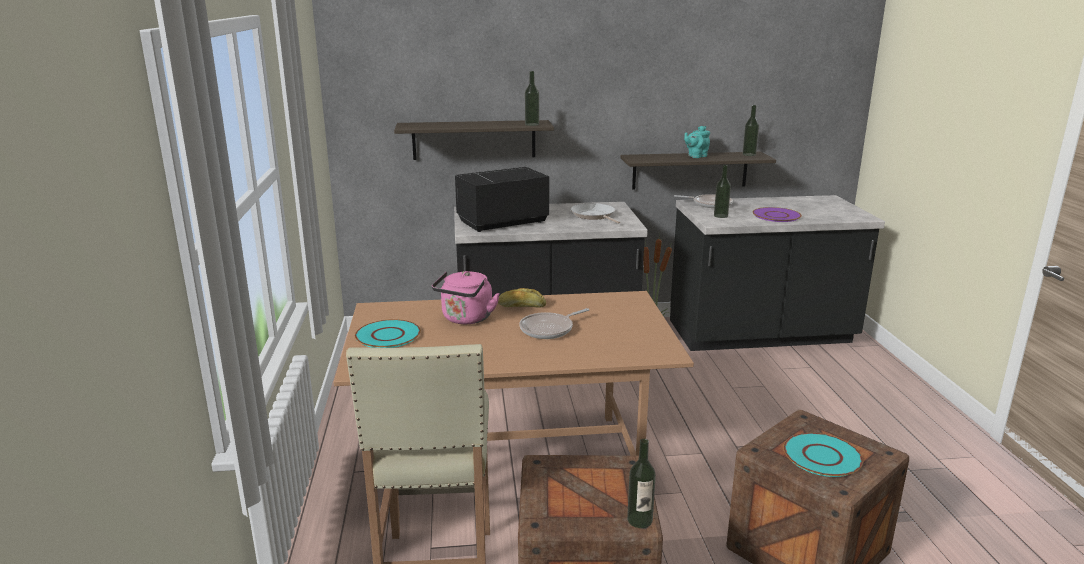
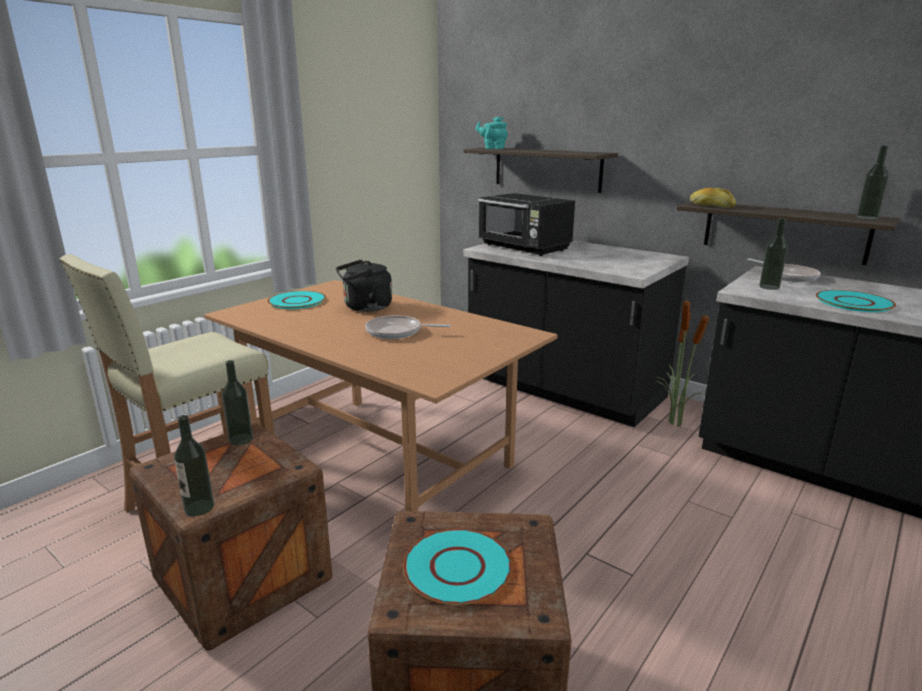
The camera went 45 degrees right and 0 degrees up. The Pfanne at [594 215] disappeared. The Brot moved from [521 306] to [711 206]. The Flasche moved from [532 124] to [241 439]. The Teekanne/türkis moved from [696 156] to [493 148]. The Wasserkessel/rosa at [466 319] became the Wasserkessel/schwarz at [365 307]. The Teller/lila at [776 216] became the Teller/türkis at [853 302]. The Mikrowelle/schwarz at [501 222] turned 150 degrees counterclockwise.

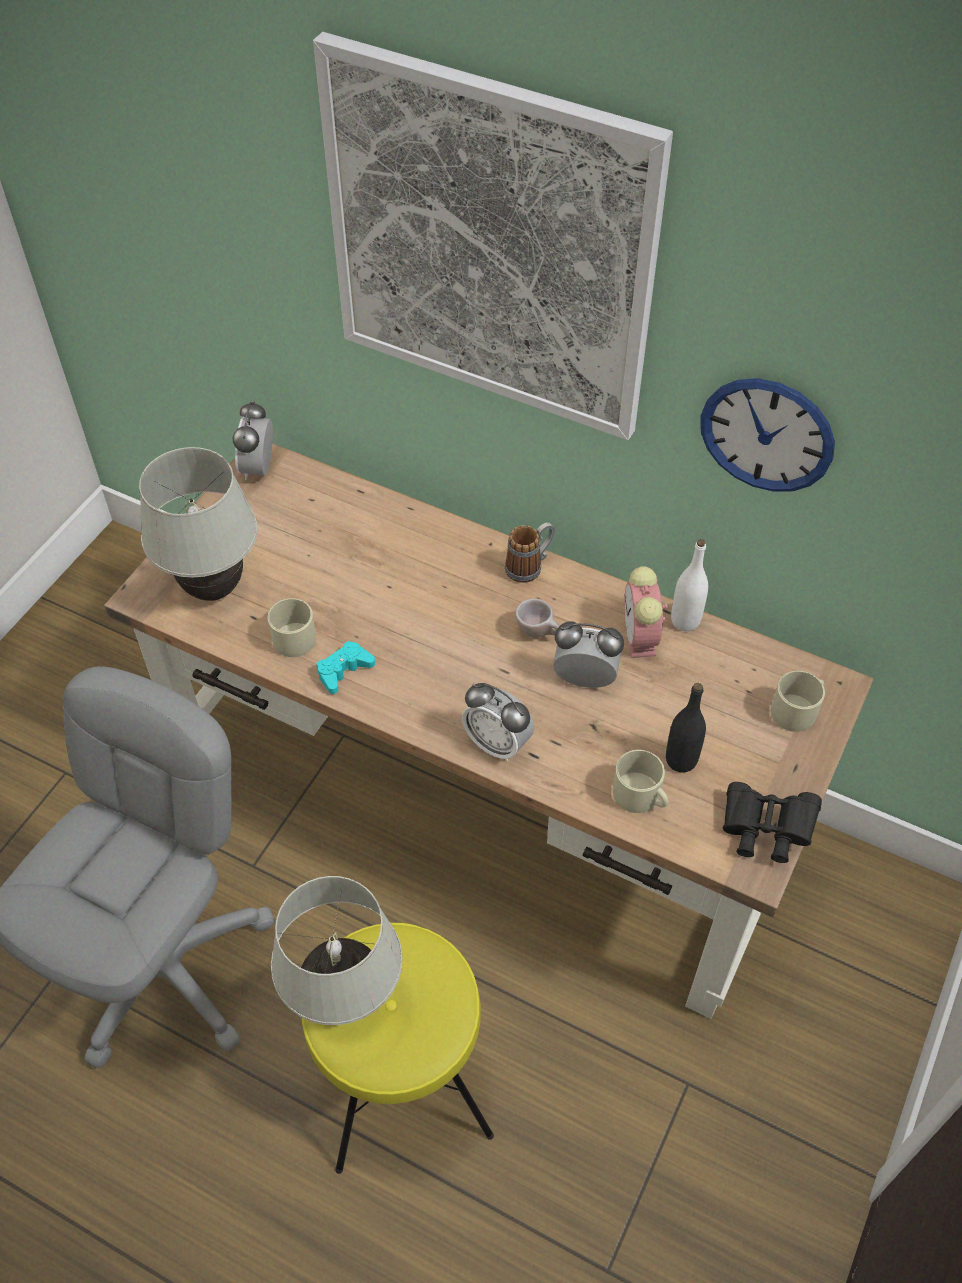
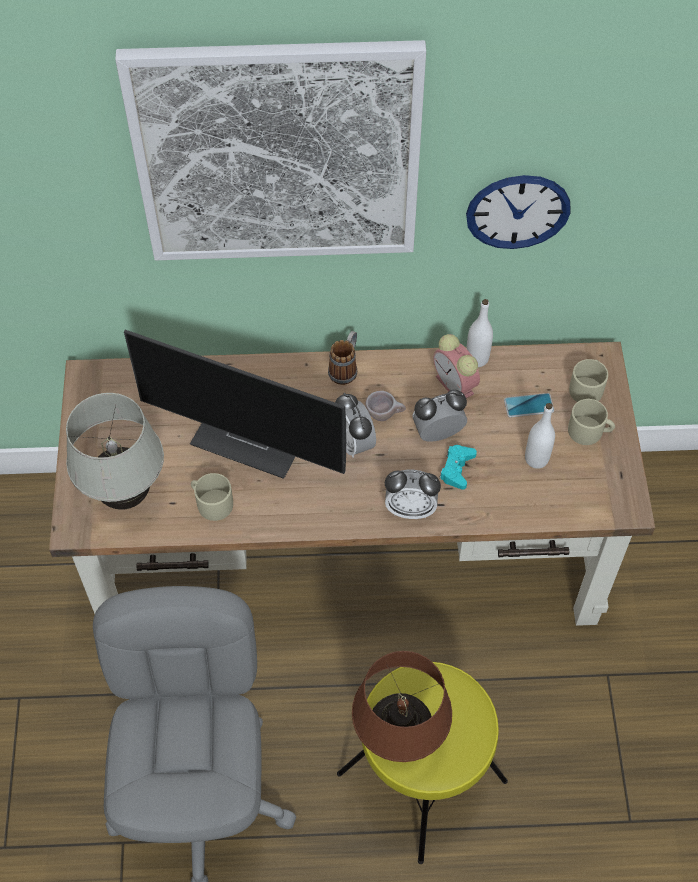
The camera went 30 degrees left and 5 degrees up. The Fernglas/schwarz at [765 830] disappeared. The Monitor at [253 437] appeared. The Handy at [528 405] appeared. The Wecker moved from [258 468] to [354 443]. The Gamepad/türkis moved from [344 670] to [457 469]. The Henkelbecher/beige moved from [641 796] to [589 431]. The Tischlampe/weiß at [344 999] became the Tischlampe/braun at [398 739]. The Flasche/schwarz at [681 760] became the Flasche/weiß at [536 459].

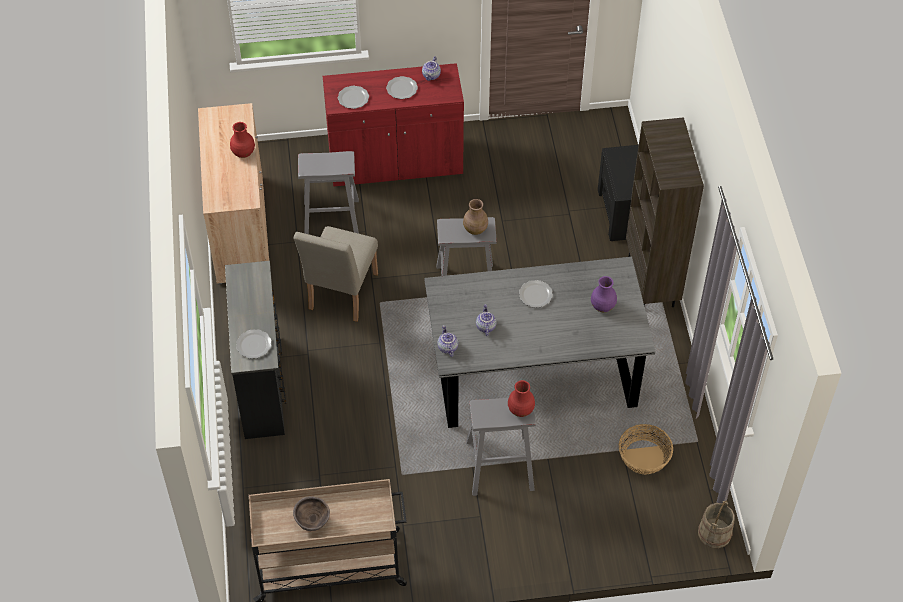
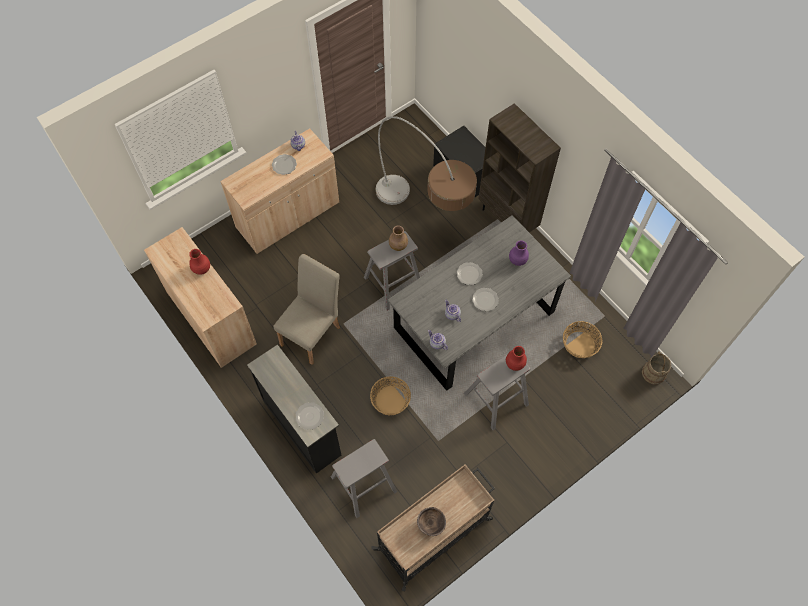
The camera went 30 degrees left and 10 degrees up. The Korb at [390 400] appeared. The Stehlampe at [424 220] appeared. The Hocker/grau moved from [331 222] to [363 484]. The Teller moved from [353 98] to [485 300]. The Schrank/rot at [395 163] became the Schrank/beige at [288 215]. The Stuhl/beige at [340 296] turned 135 degrees counterclockwise.

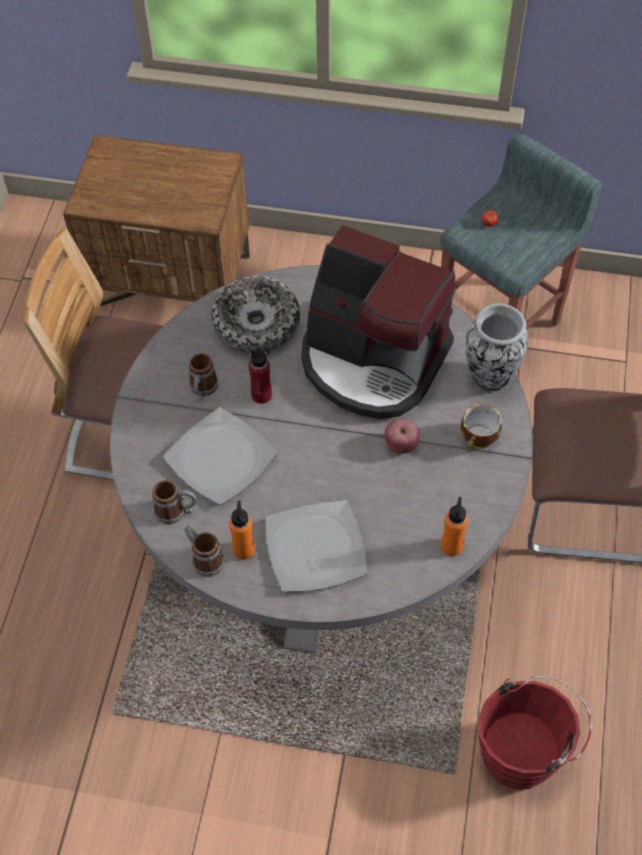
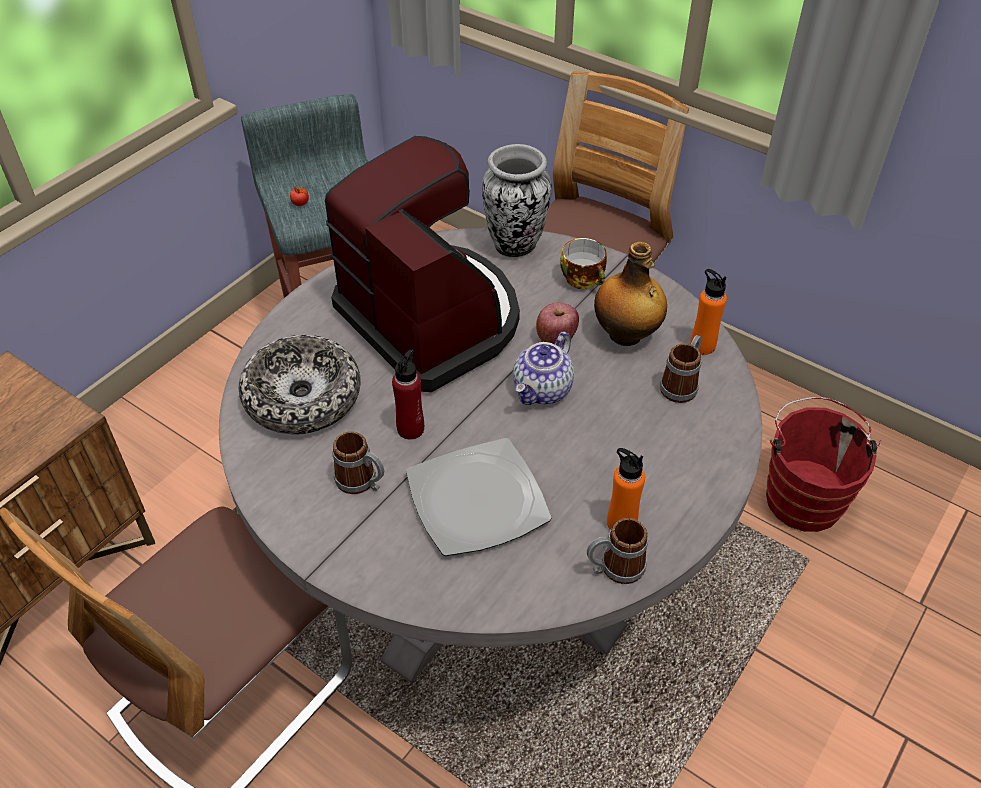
The camera went 65 degrees left and 10 degrees down. The Teller at [314 549] disappeared. The Teekanne at [543 390] appeared. The Flasche at [626 335] appeared. The Henkelbecher moved from [176 511] to [681 384]. The Kaffeemaschine at [373 360] turned 90 degrees counterclockwise.

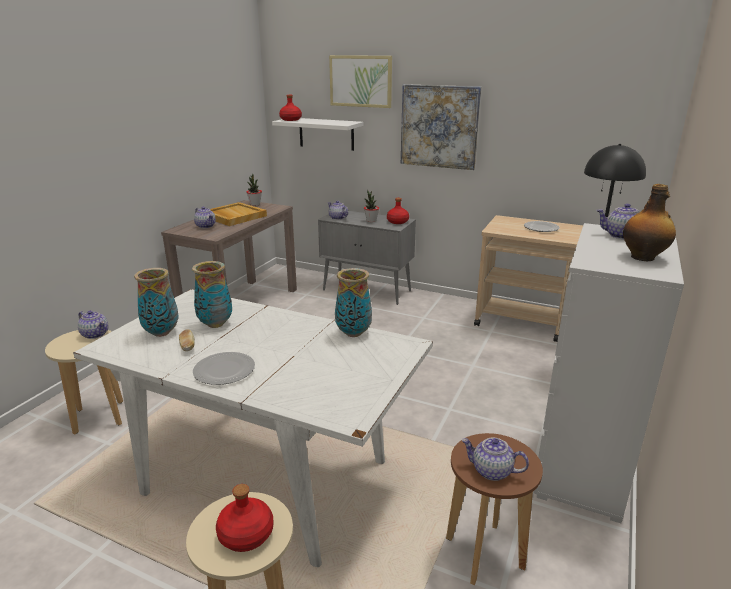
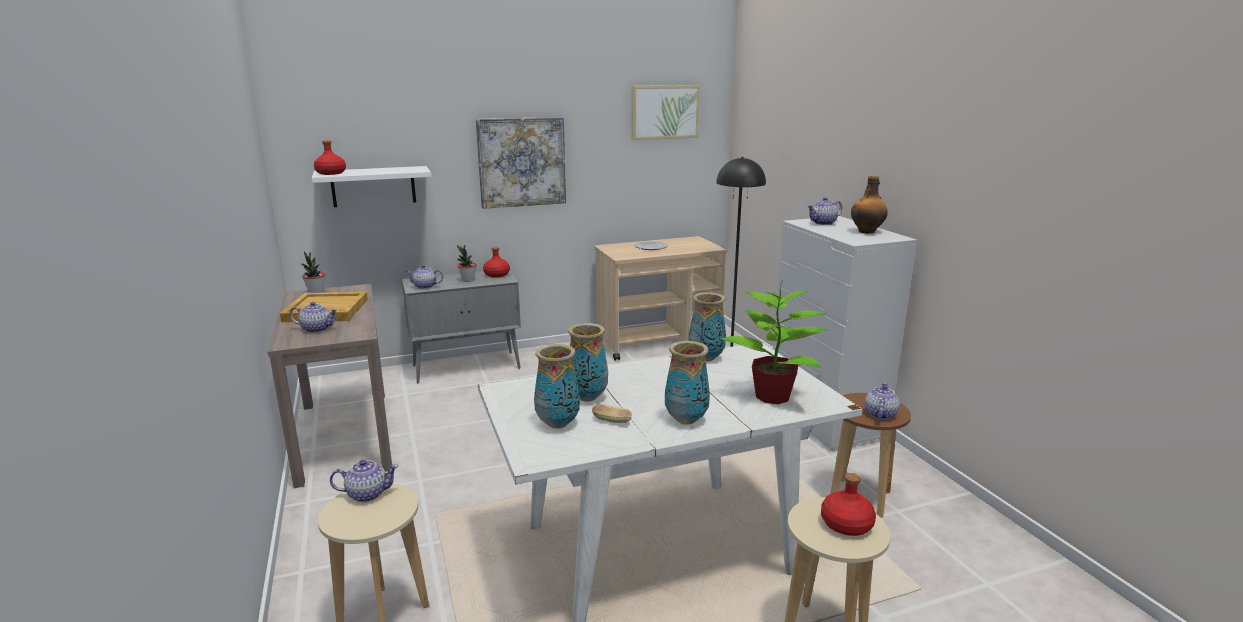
The camera went 45 degrees left and 5 degrees down. The Topfpflanze at [773 396] appeared. The Bild moved from [361 81] to [664 112]. The Teller at [225 370] was replaced by the Vase at [686 419]. The Teekanne at [491 471] turned 135 degrees clockwise.

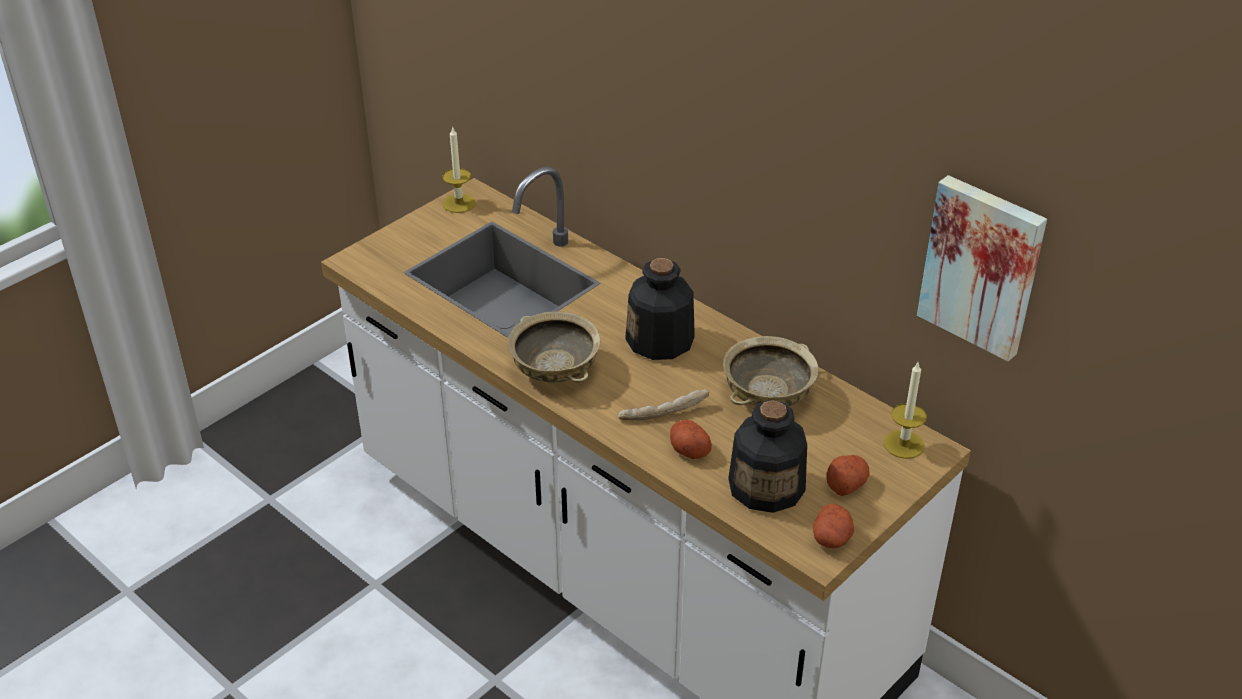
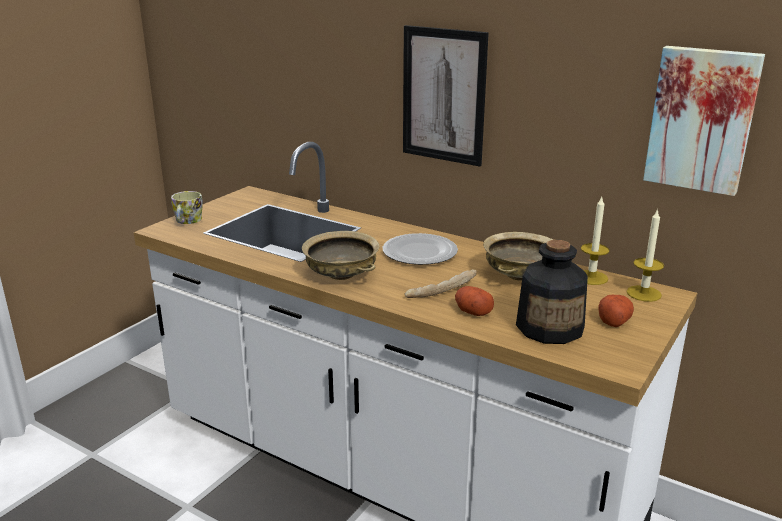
The camera went 10 degrees left and 15 degrees down. The Kartoffel at [832 538] disappeared. The Henkelbecher at [187 221] appeared. The Bild at [443 95] appeared. The Kerze moved from [459 203] to [591 277]. The Flasche at [660 340] was replaced by the Teller at [420 253].

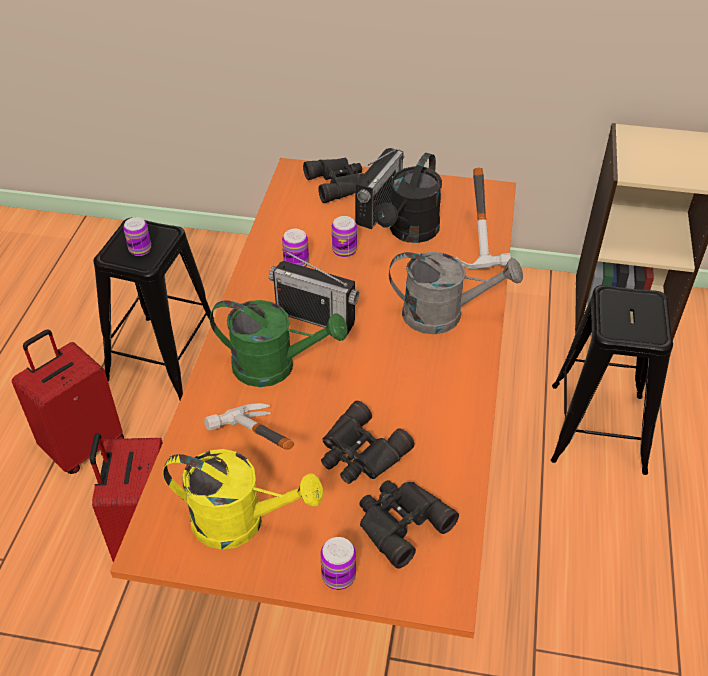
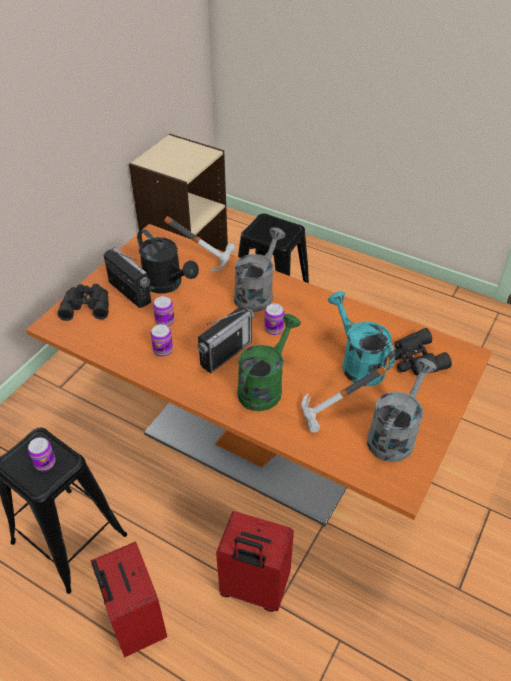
The camera went 70 degrees left and 0 degrees up. The Dose moved from [338 576] to [274 329]. The Fernglas/schwarz at [360 453] was replaced by the Gießkanne/türkis at [358 363]. The Gießkanne/gelb at [241 522] became the Gießkanne/grau at [394 434].

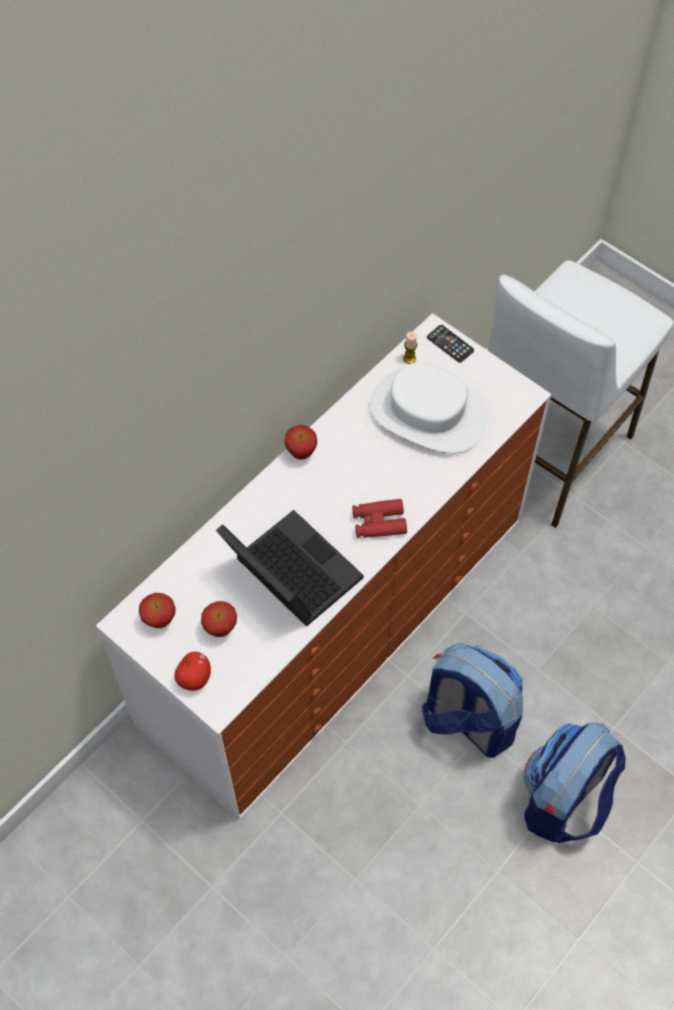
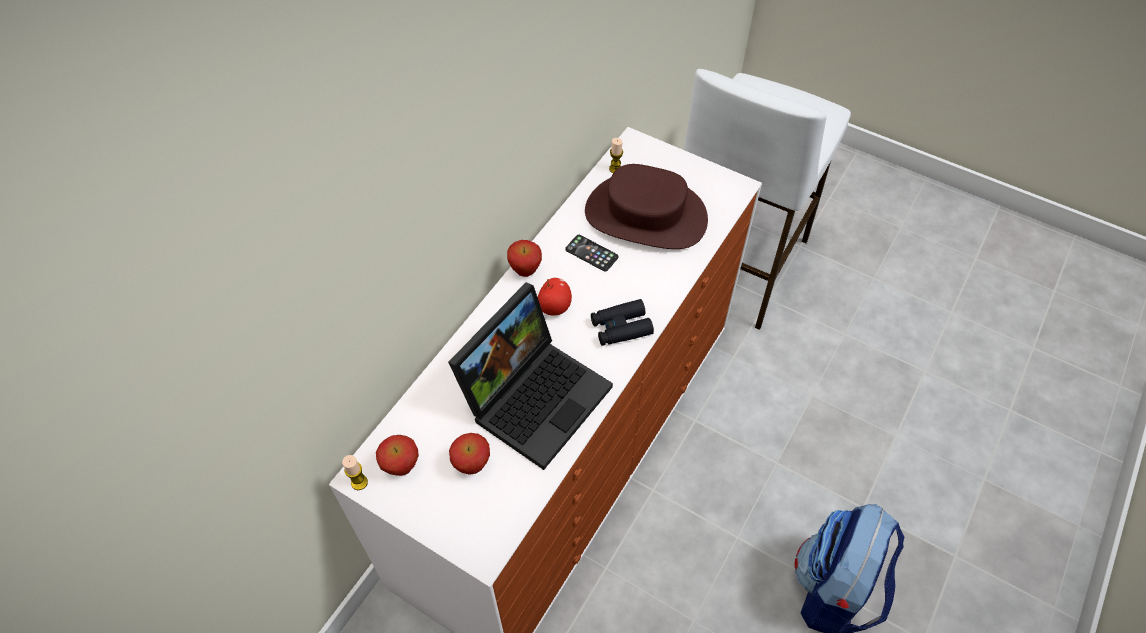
The camera went 10 degrees left and 5 degrees down. The Rucksack at [467 720] disappeared. The Kerze at [359 482] appeared. The Apfel moved from [194 678] to [554 307]. The Handy moved from [450 344] to [591 253]. The Fernglas/rot at [379 522] became the Fernglas/schwarz at [621 327]. The Hut/weiß at [427 413] became the Hut/braun at [645 216]. The Laptop at [288 574] turned 90 degrees clockwise.

